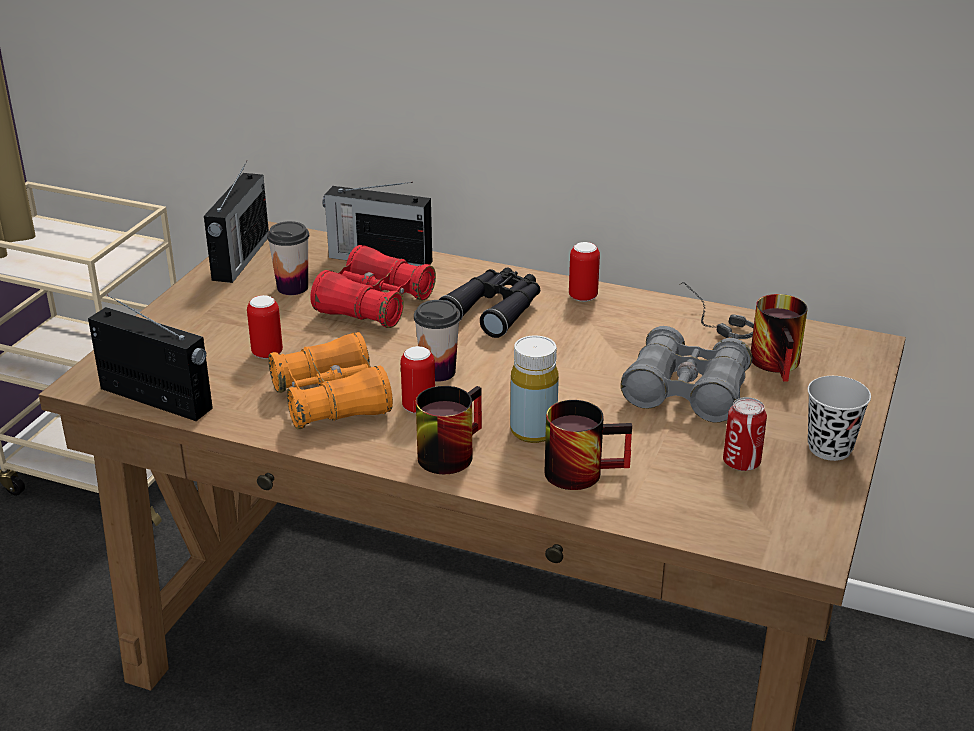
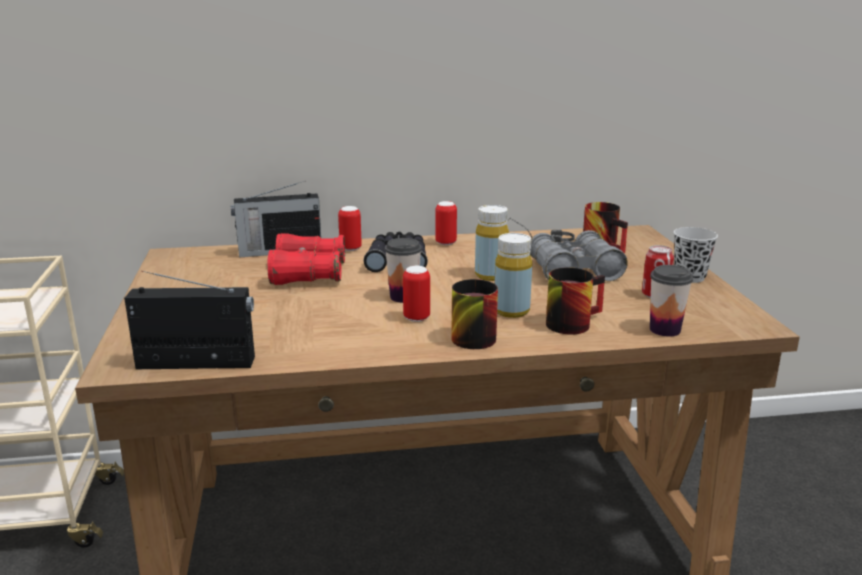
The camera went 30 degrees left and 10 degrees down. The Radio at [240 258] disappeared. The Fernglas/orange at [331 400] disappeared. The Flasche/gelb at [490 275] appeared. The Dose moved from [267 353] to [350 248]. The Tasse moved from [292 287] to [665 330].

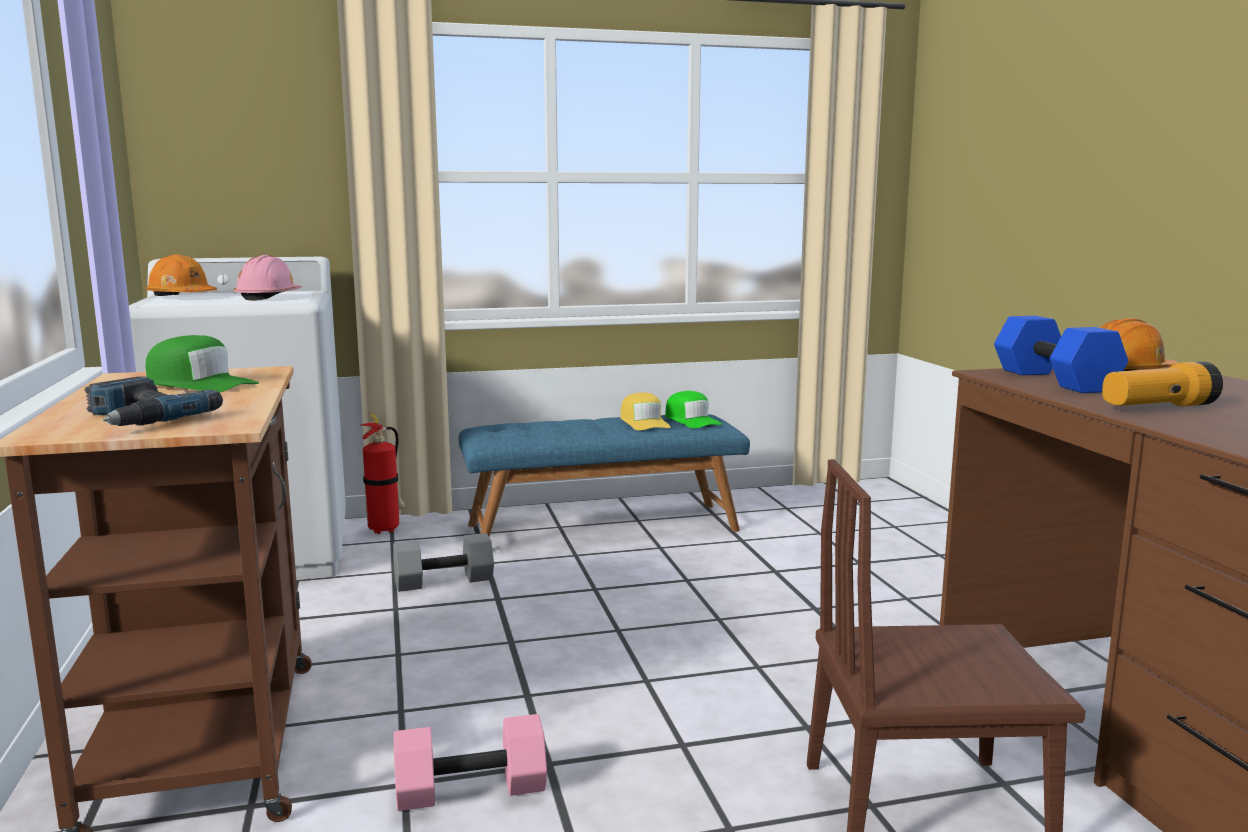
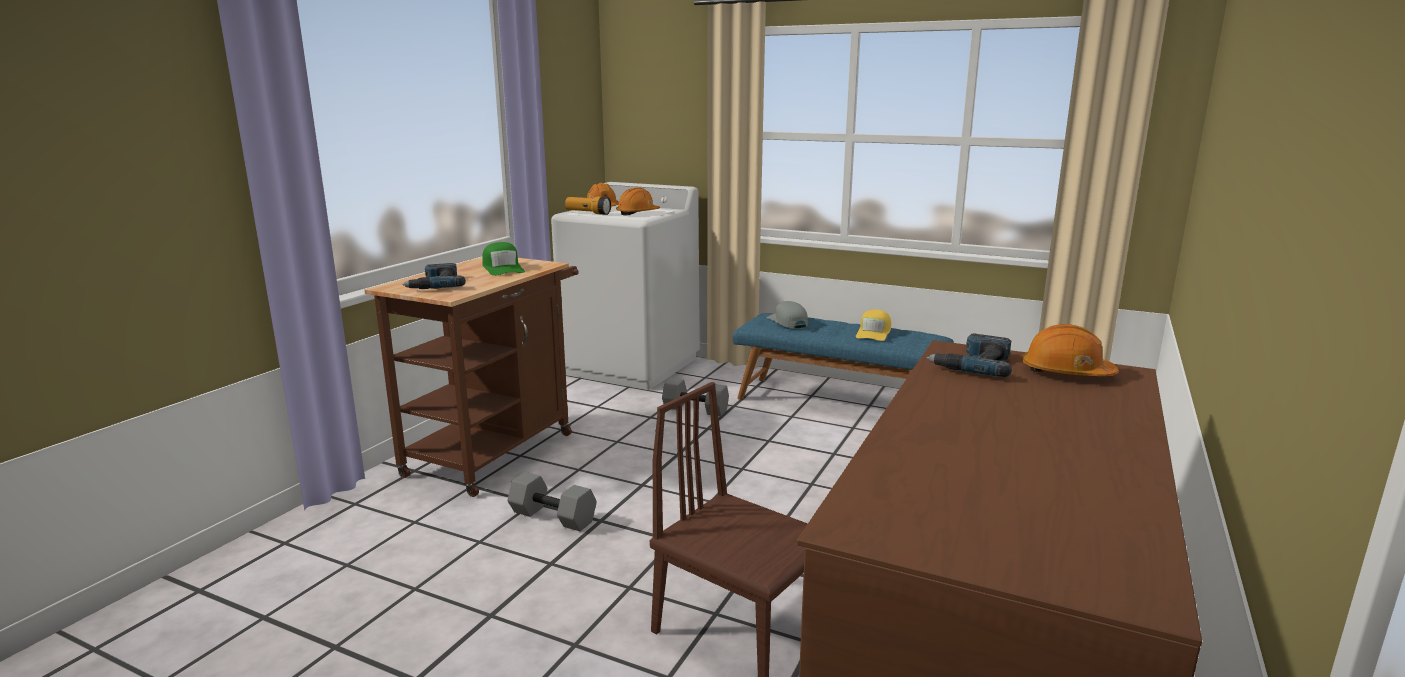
The camera went 40 degrees right and 5 degrees up. The Feuerlöscher at [386 529] disappeared. The Kappe/grün at [691 420] disappeared. The Kappe/grau at [787 322] appeared. The Taschenlampe moved from [1158 407] to [588 213]. The Hantel/blau at [1051 380] was replaced by the Bohrmaschine at [973 364]. The Schutzhelm/rosa at [269 297] became the Schutzhelm/orange at [637 213]. The Hantel/rosa at [472 789] became the Hantel/grau at [554 516].

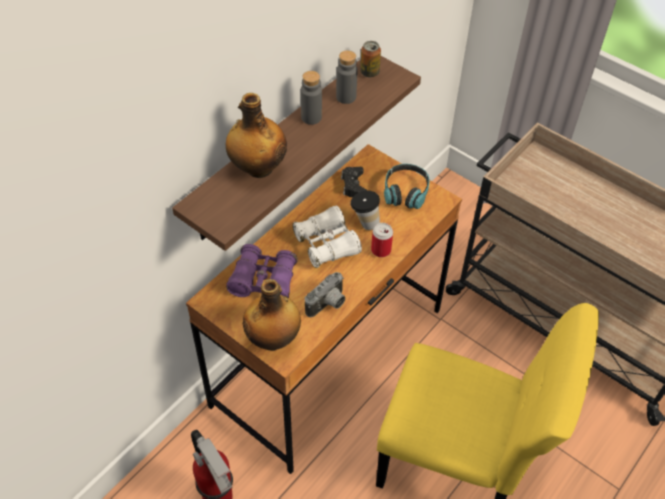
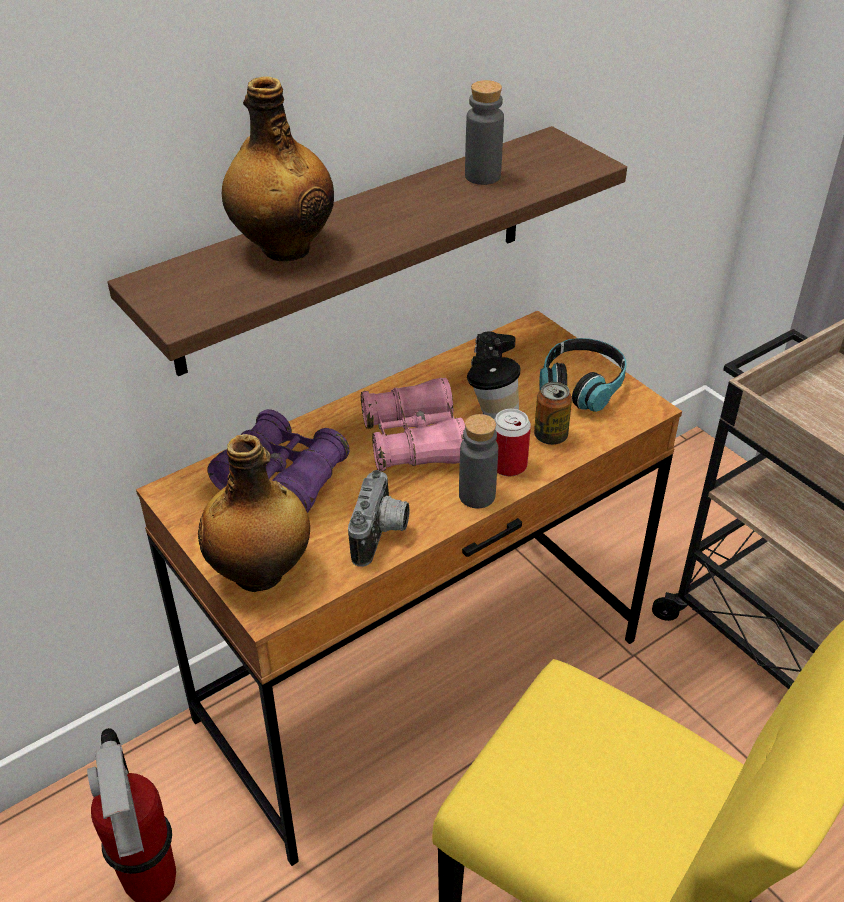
The camera went 15 degrees right and 10 degrees down. The Flasche/grau moved from [311 117] to [477 496]. The Dose moved from [369 72] to [550 436]. The Fernglas/weiß at [326 244] became the Fernglas/rosa at [414 441]. The Kamera at [328 305] turned 45 degrees counterclockwise.

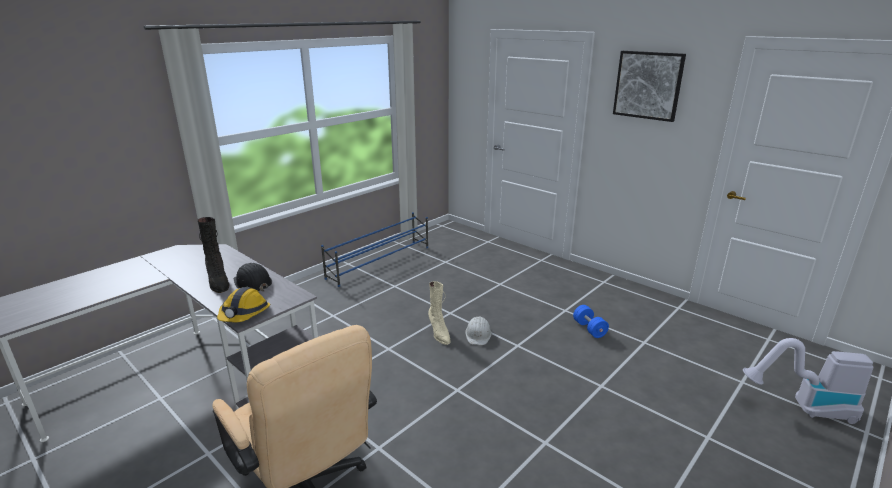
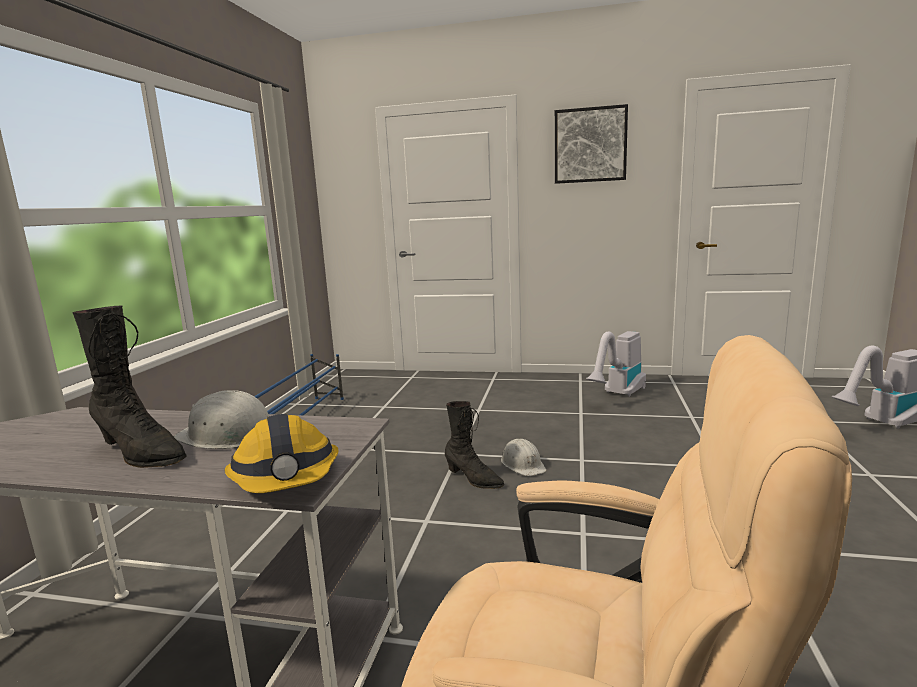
The camera went 30 degrees left and 10 degrees down. The Hantel/blau at [589 329] disappeared. The Staubsauger at [618 394] appeared. The Schutzhelm/schwarz at [252 283] became the Schutzhelm/weiß at [227 435]. The Stiefel/beige at [439 333] became the Stiefel/schwarz at [473 479].

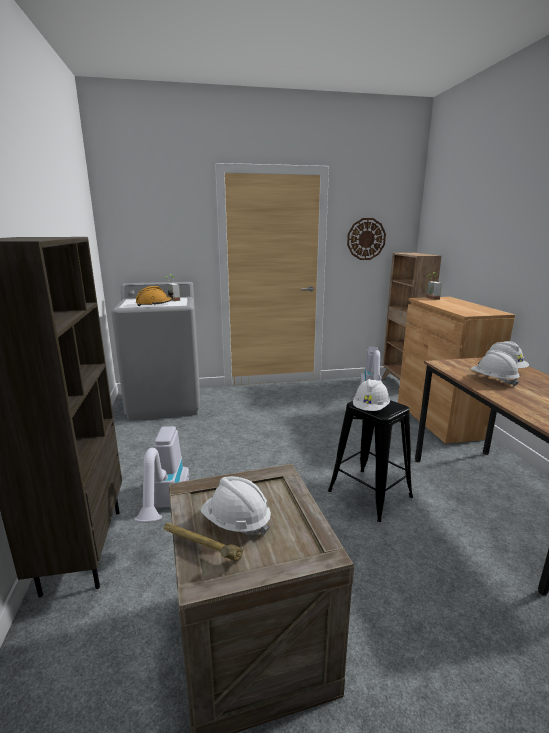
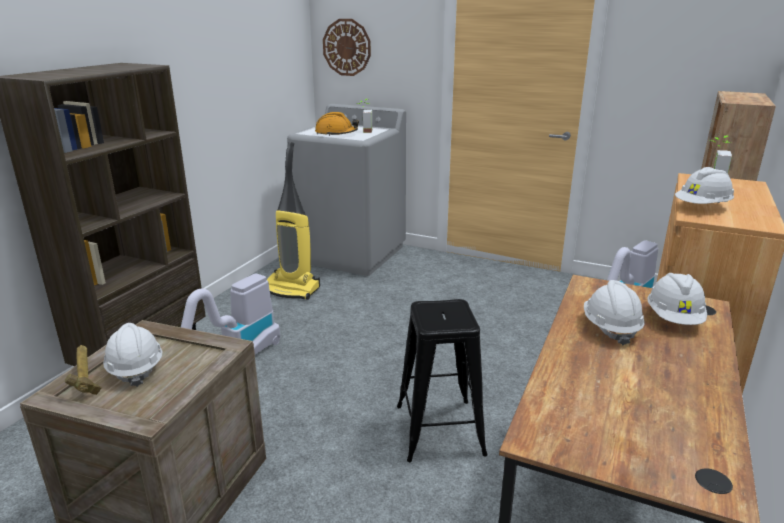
The camera went 35 degrees right and 5 degrees up. The Staubsauger at [292 289] appeared. The Wanduhr moved from [366 239] to [347 47]. The Schutzhelm/weiß moved from [370 409] to [702 207].

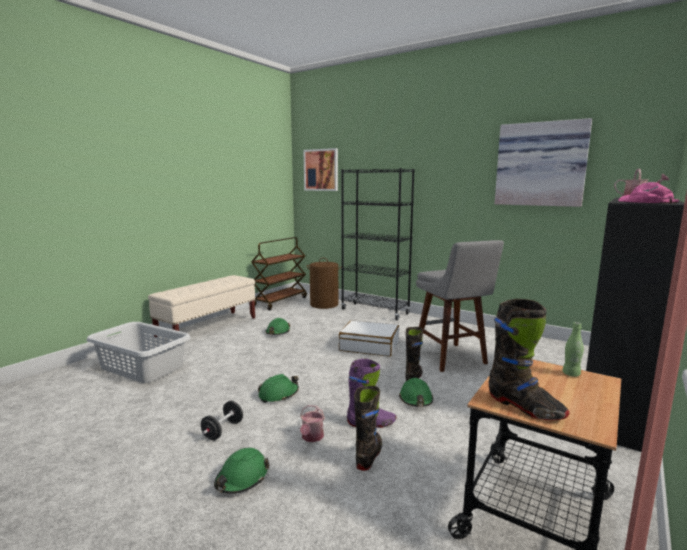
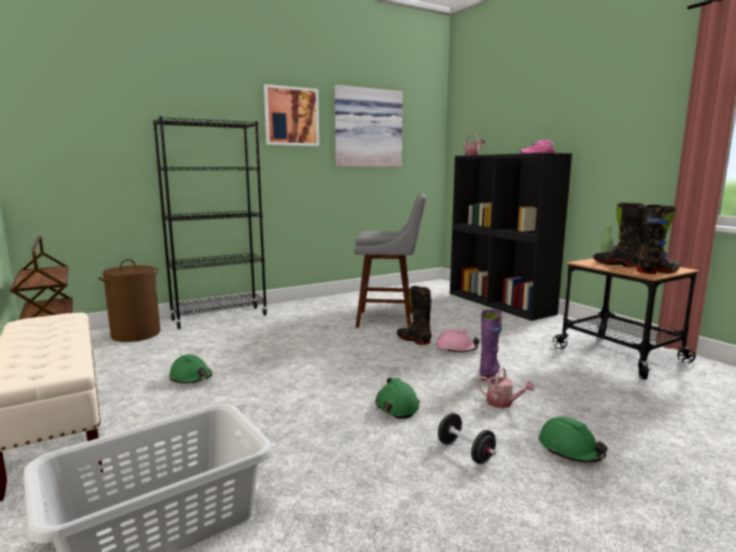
The camera went 65 degrees left and 0 degrees up. The Koffer/weiß at [369 346] disappeared. The Bild moved from [321 170] to [291 116]. The Stiefel/schwarz moved from [369 456] to [617 264]. The Schutzhelm/grün at [416 399] became the Schutzhelm/rosa at [456 349].

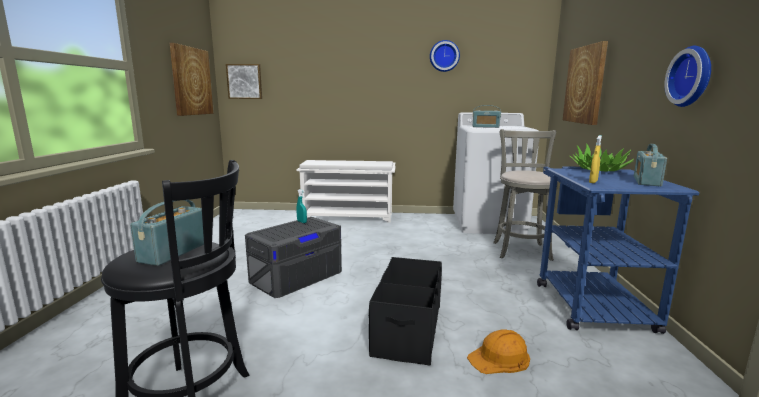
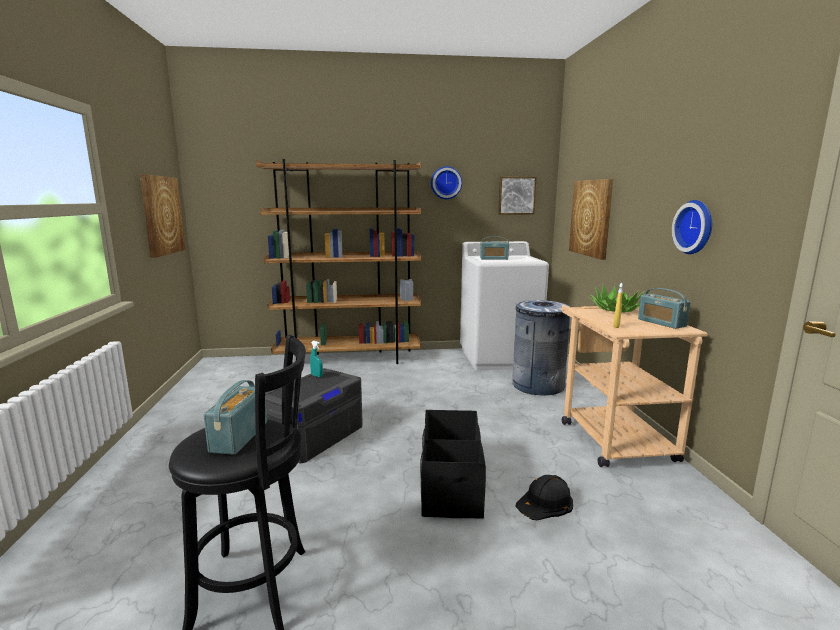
The camera went 10 degrees left and 0 degrees up. The Bild moved from [245 81] to [516 195]. The Schuhregal/weiß at [348 216] was replaced by the Bücherregal/braun at [349 359]. The Hocker/grau at [521 250] was replaced by the Mülleimer/grau at [537 385]. The Schutzhelm/orange at [499 358] became the Schutzhelm/schwarz at [545 503]. The Rollwagen/blau at [588 301] became the Rollwagen/beige at [611 436]. The Radio at [646 181] turned 45 degrees counterclockwise.

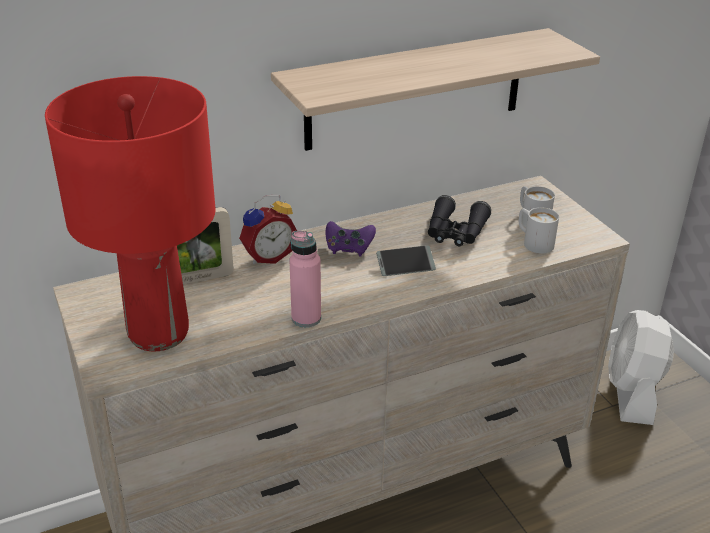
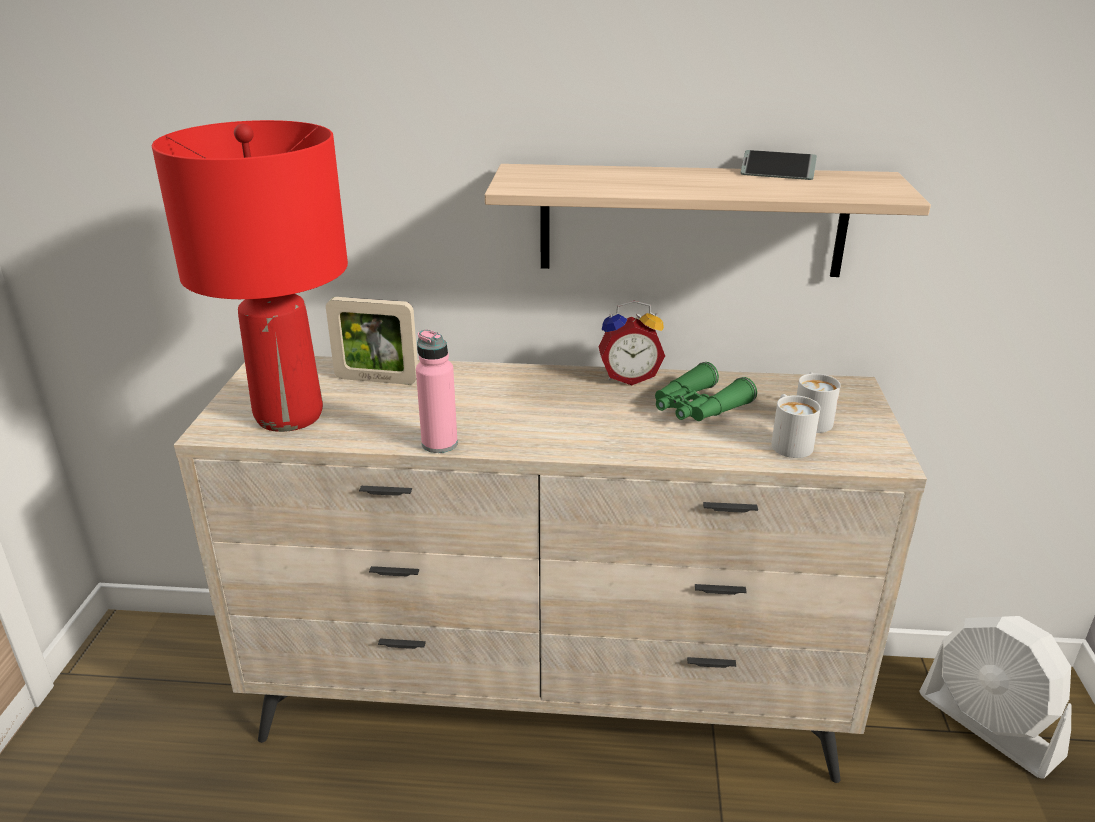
The camera went 30 degrees right and 5 degrees down. The Gamepad/lila at [348 248] disappeared. The Wecker moved from [268 256] to [629 377]. The Handy moved from [405 266] to [777 173]. The Fernglas/schwarz at [455 233] became the Fernglas/grün at [698 408]. The Ventilator/weiß at [632 393] turned 75 degrees counterclockwise.

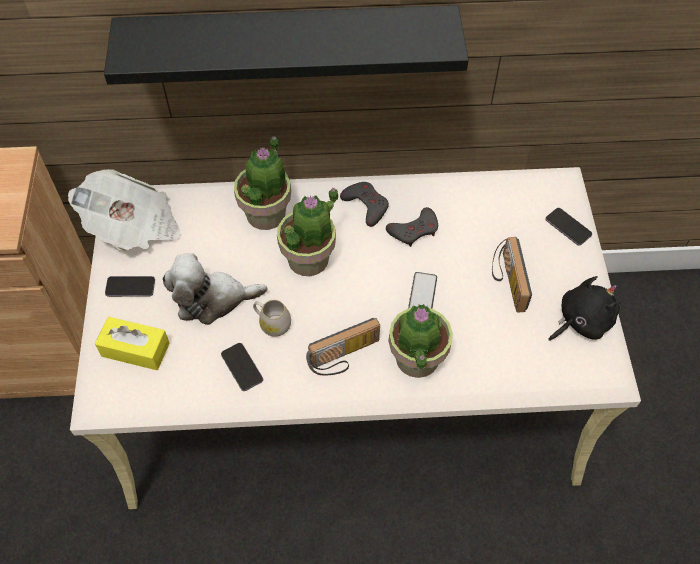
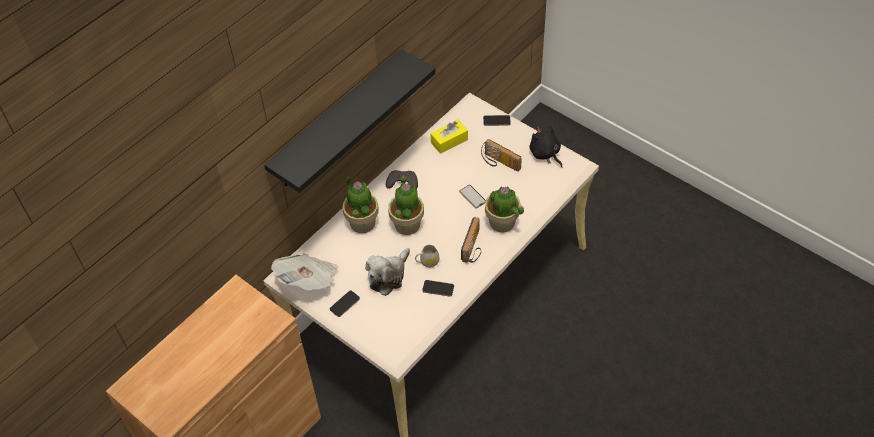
The camera went 45 degrees left and 5 degrees down. The Gamepad/grau at [414 230] disappeared. The Taschentuchbox/gelb moved from [135 349] to [449 141]. The Plüschtier/schwarz at [581 321] turned 45 degrees counterclockwise.

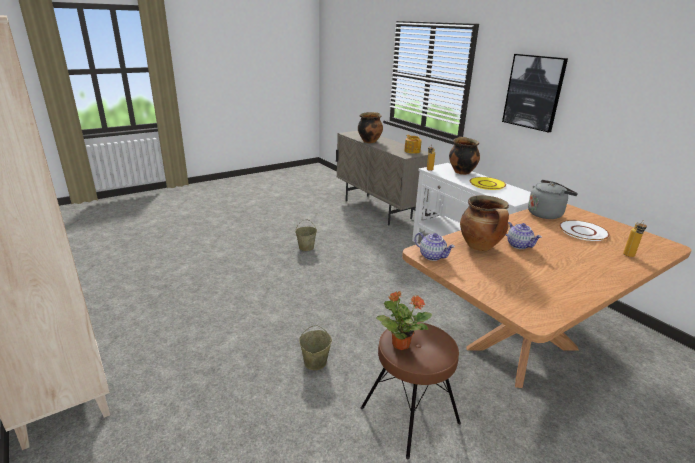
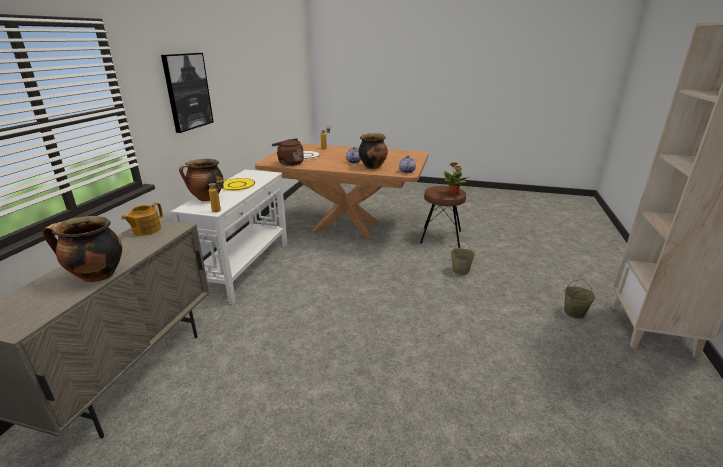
The camera went 130 degrees left and 0 degrees up. The Eimer/beige moved from [306 247] to [574 313]. The Wasserkessel/grau at [546 214] became the Wasserkessel/braun at [289 163].

